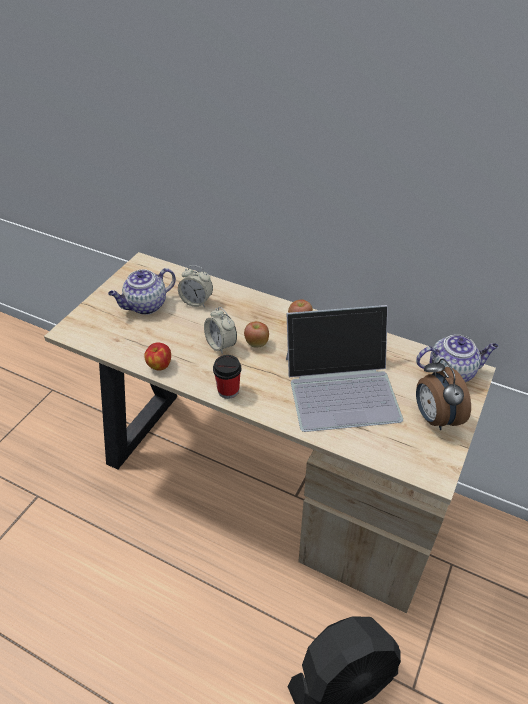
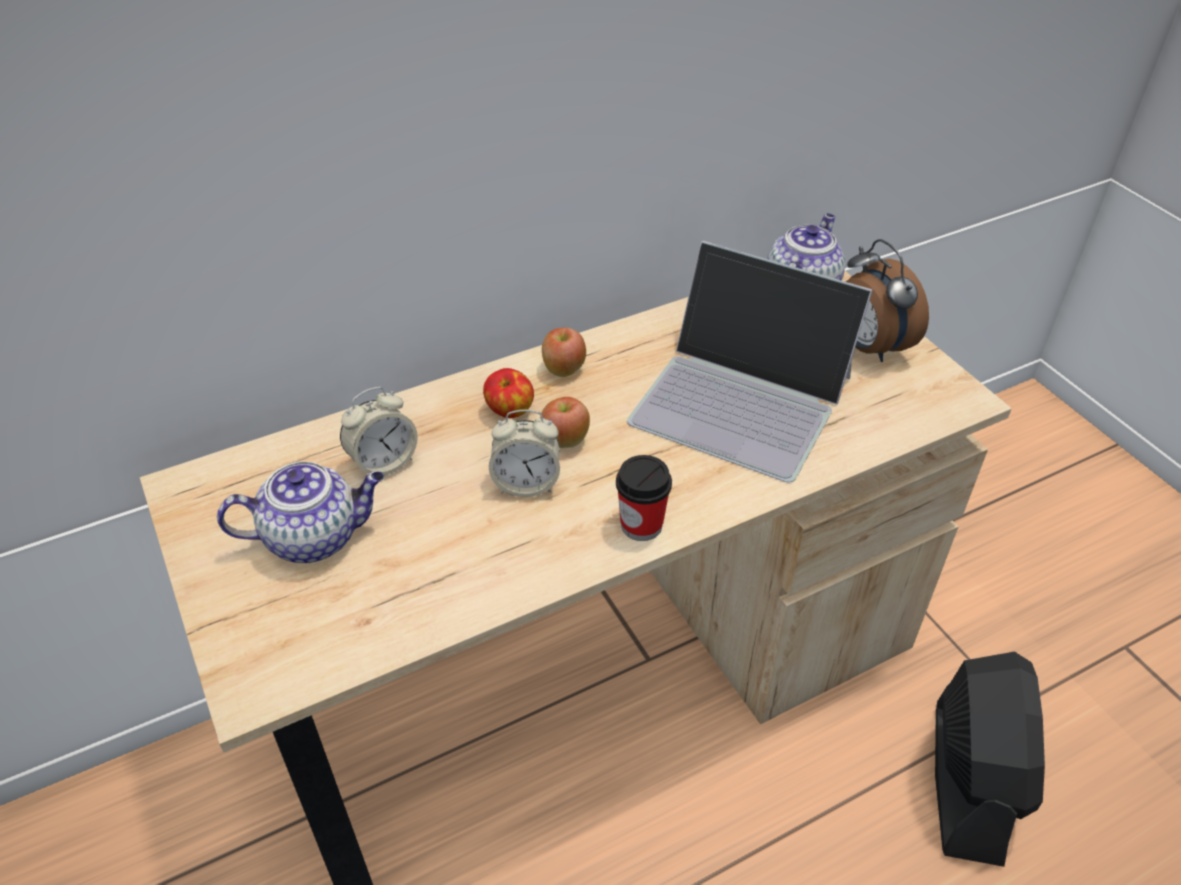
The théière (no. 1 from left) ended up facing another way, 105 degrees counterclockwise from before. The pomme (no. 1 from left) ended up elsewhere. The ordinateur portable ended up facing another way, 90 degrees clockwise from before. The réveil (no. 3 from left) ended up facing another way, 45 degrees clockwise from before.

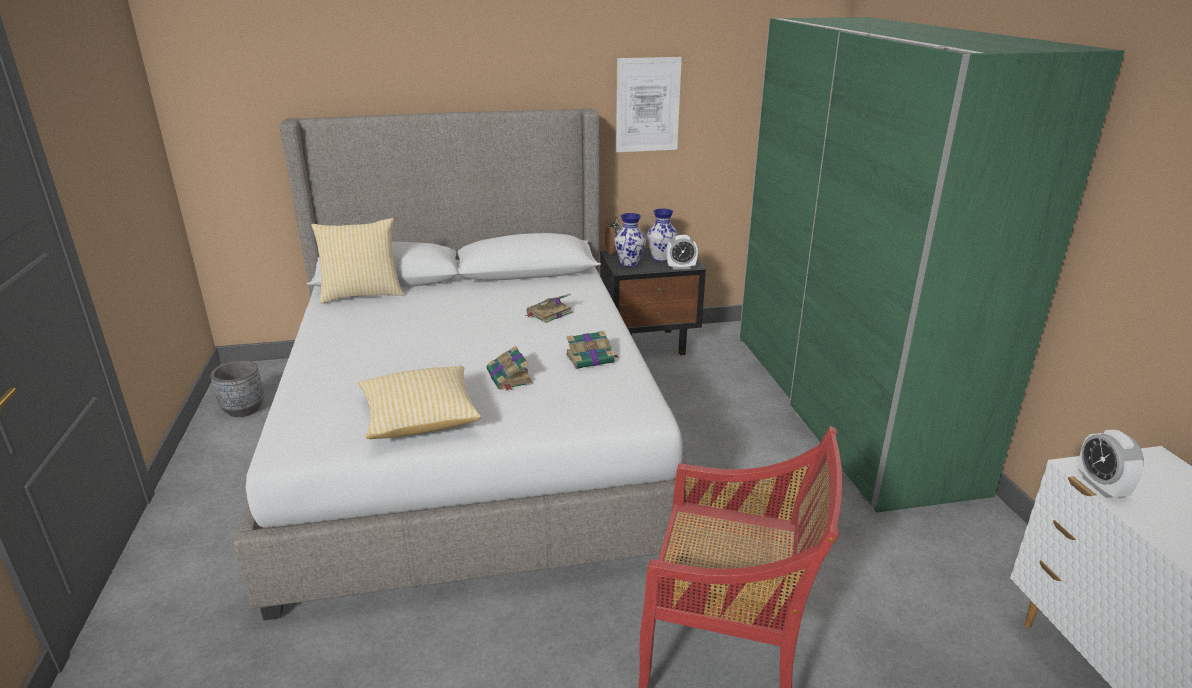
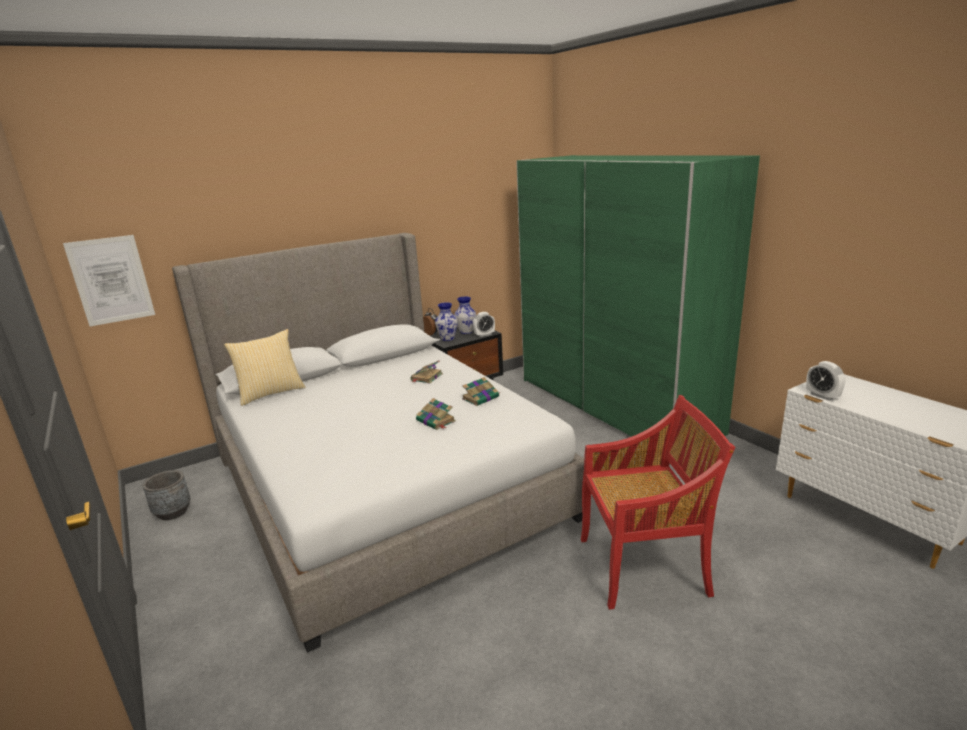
The second view lost the coussin (no. 2 from left). The tableau ended up elsewhere.

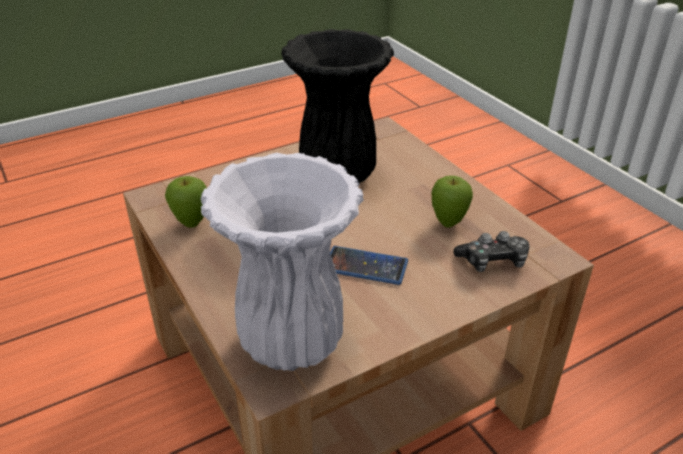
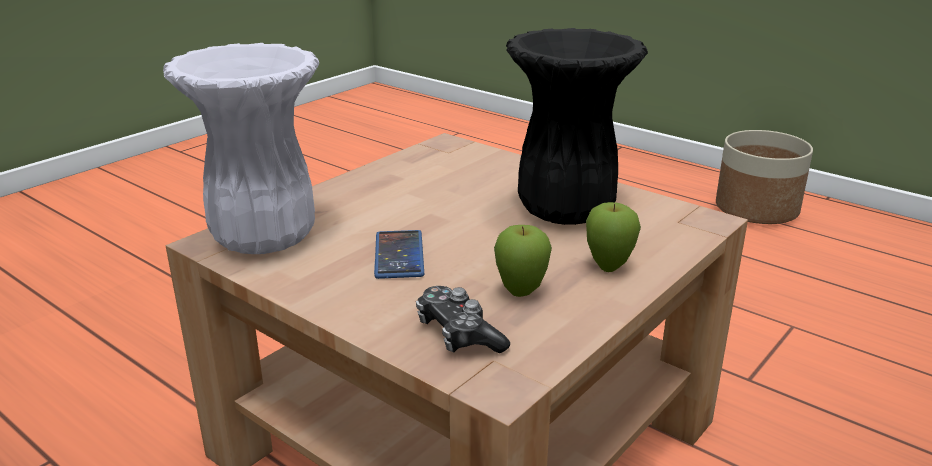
The pomme (no. 1 from left in the first image) ended up elsewhere. The second view gained the cache-pot.

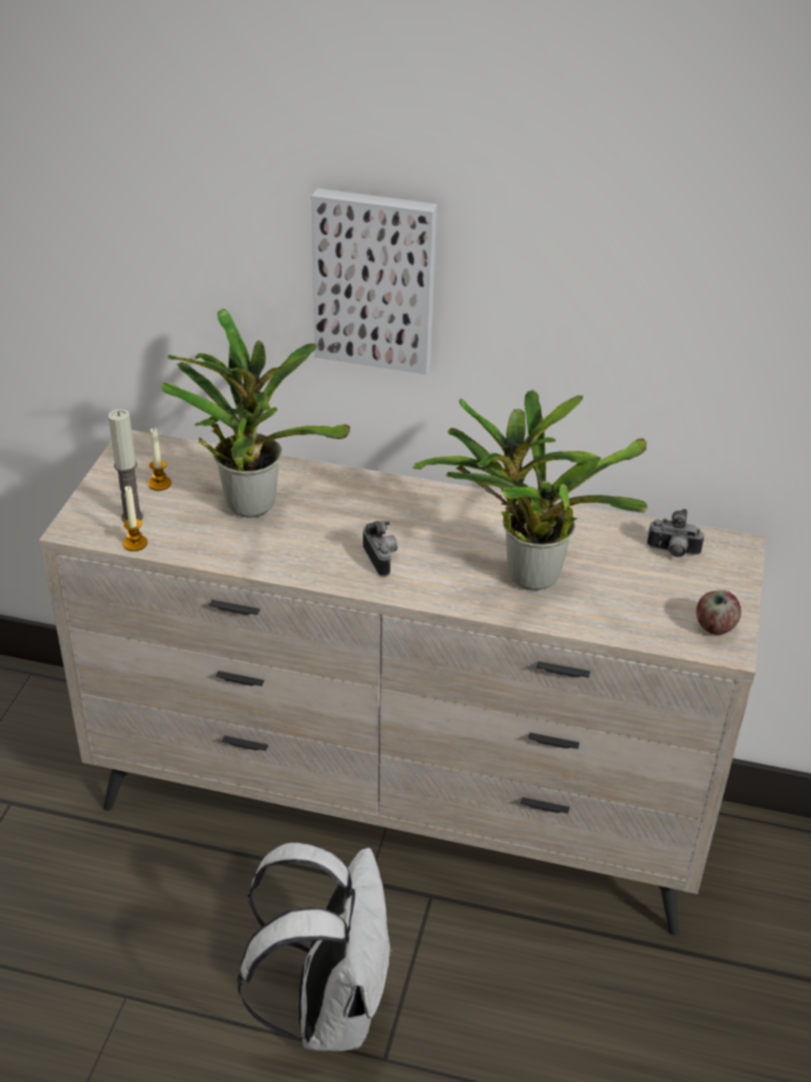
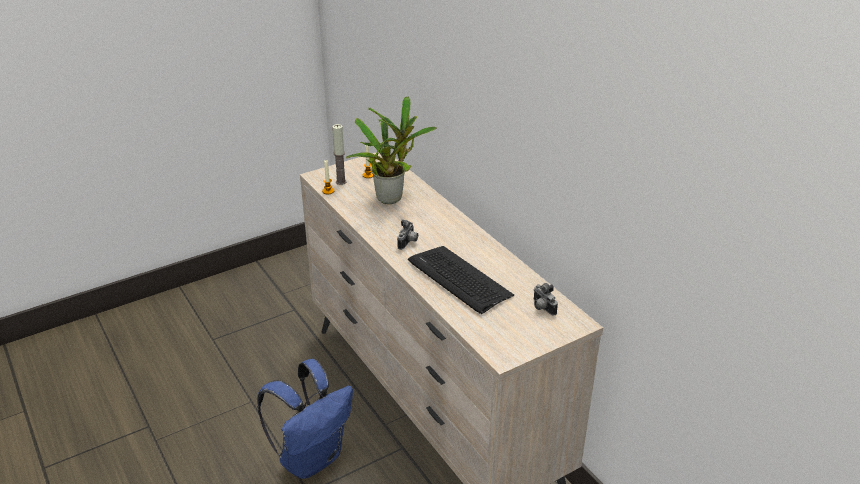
What was the sac à dos/blanc turned into the sac à dos/bleu. The second view lost the tableau. Where the plante en pot (no. 2 from left) stood, the clavier came to stand. The second view lost the pomme.

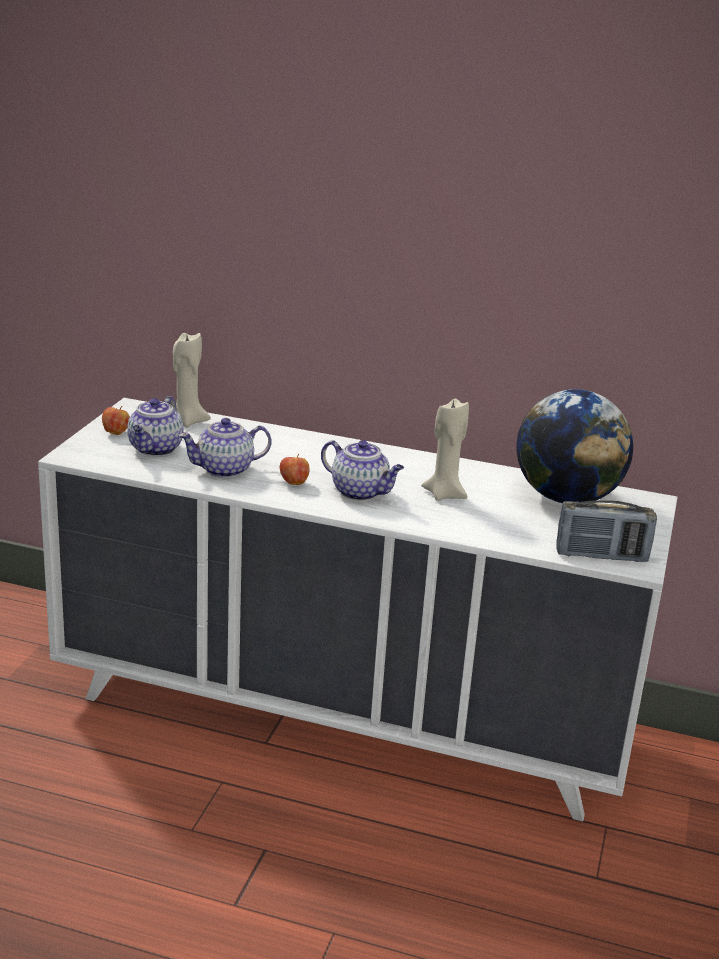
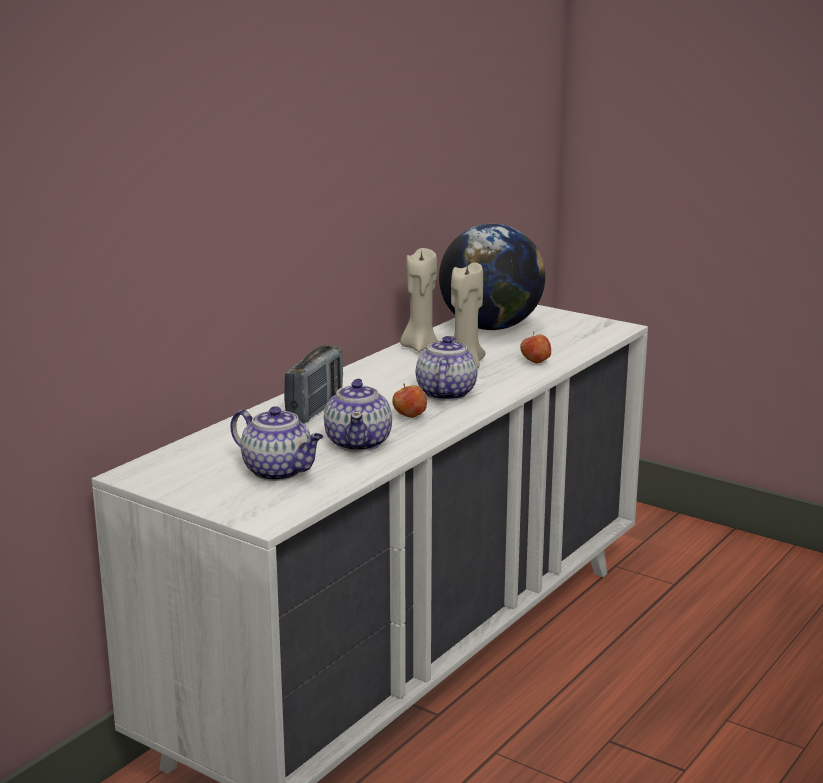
The pomme (no. 1 from left in the first image) ended up elsewhere. The bougie/beige (no. 1 from left) ended up elsewhere. The théière (no. 3 from left) ended up facing another way, 45 degrees counterclockwise from before. The radio ended up elsewhere.

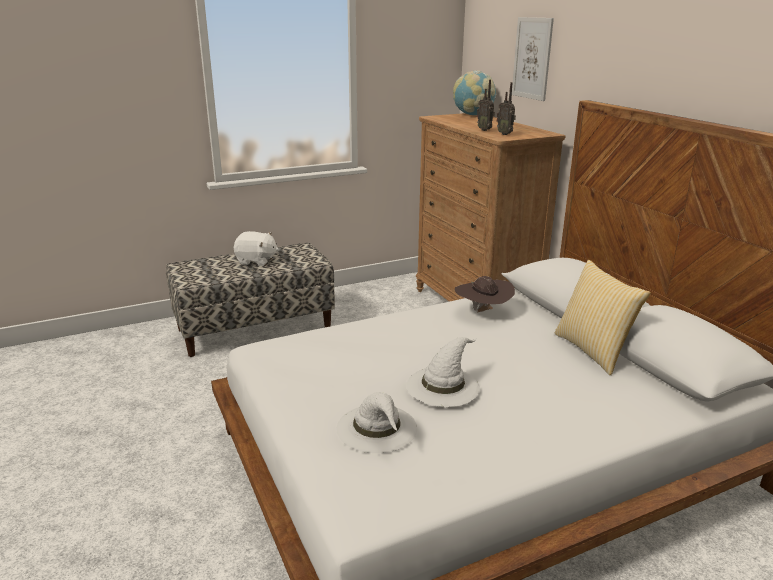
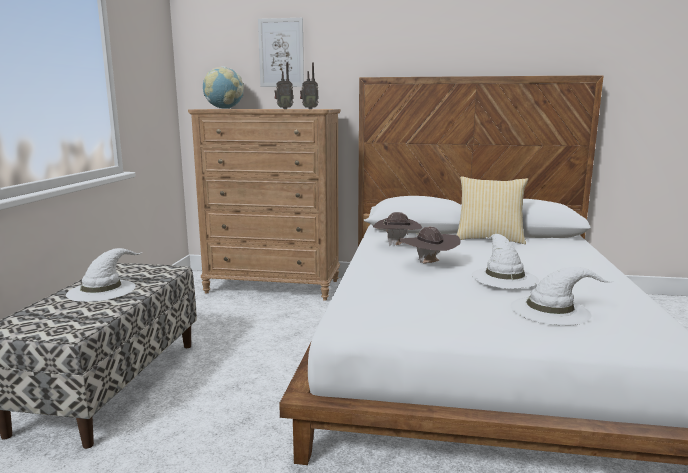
Where the peluche/blanc stood, the chapeau/blanc (no. 1 from left) came to stand. The second view gained the chapeau/marron (no. 2 from left).

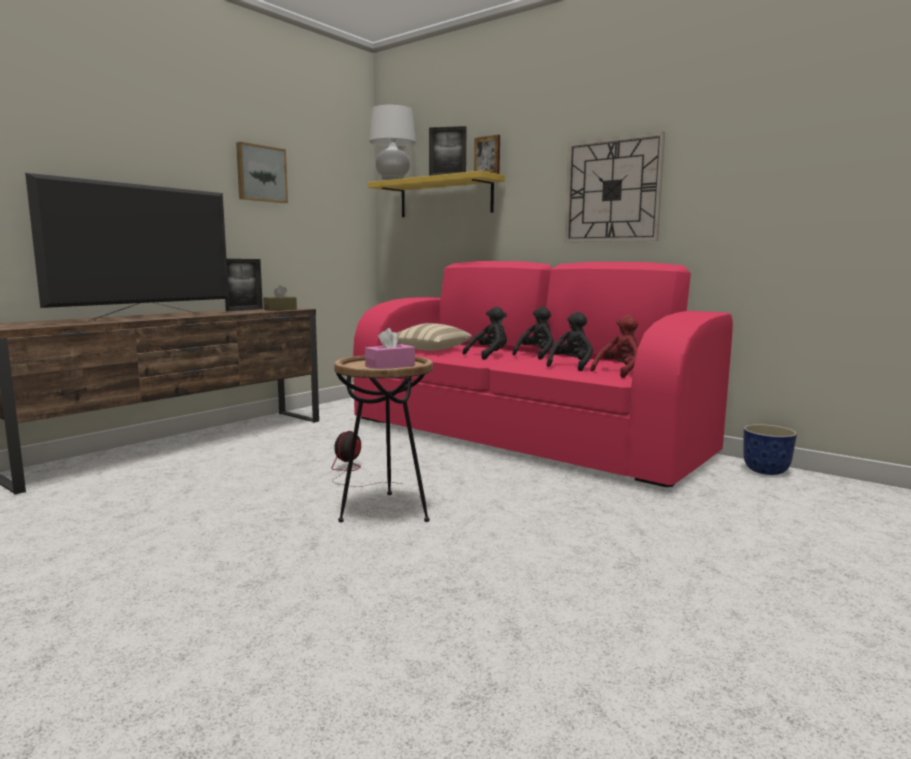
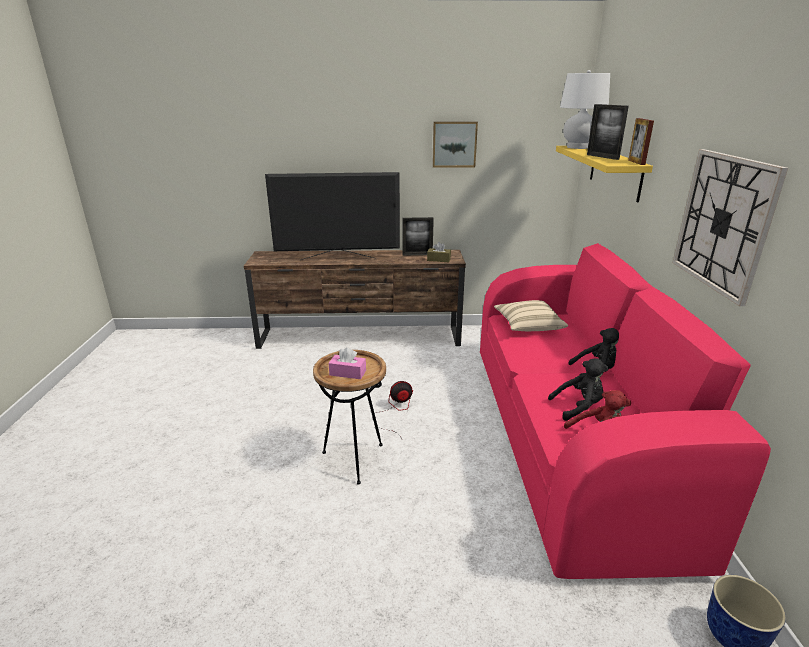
The second view lost the peluche/noir (no. 1 from left).

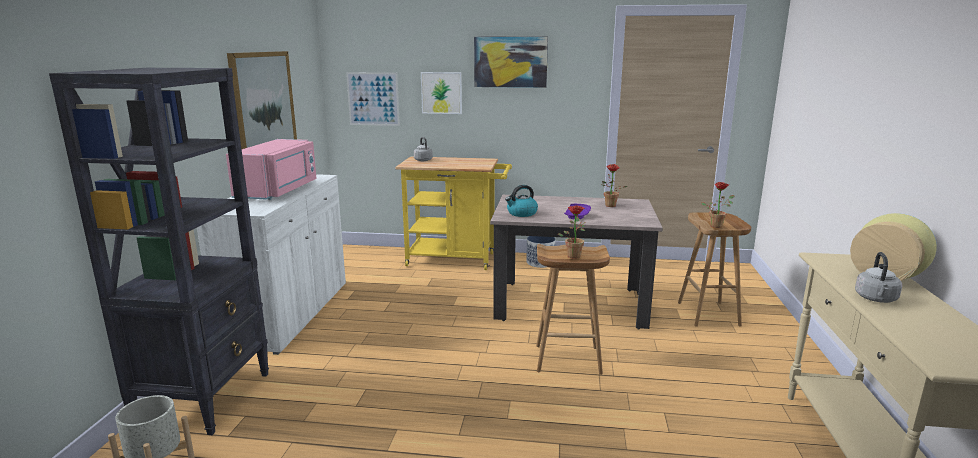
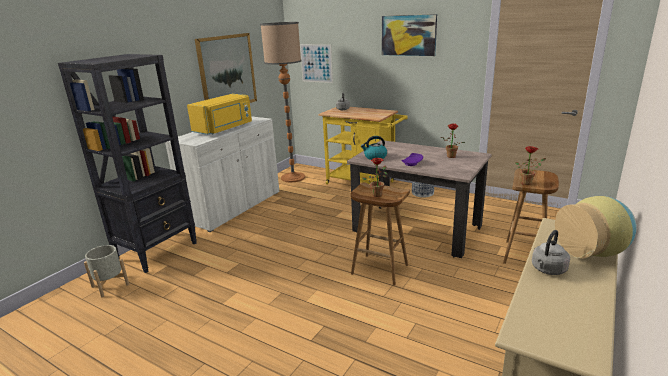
What was the micro-ondes/rose turned into the micro-ondes/jaune. The second view lost the tableau (no. 3 from left). The second view gained the lampadaire.

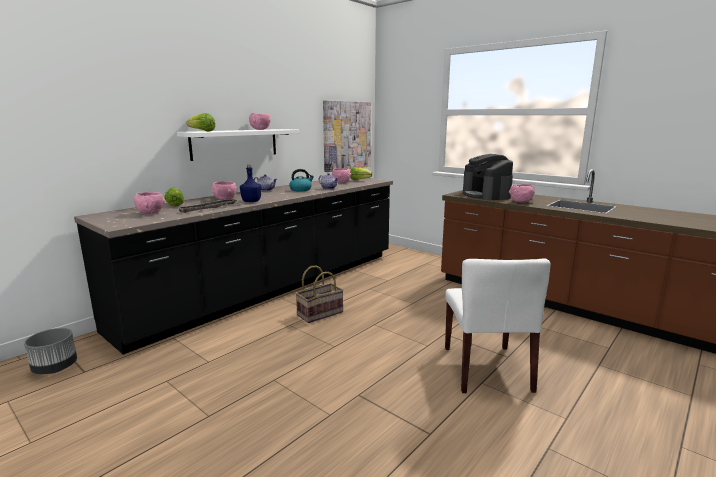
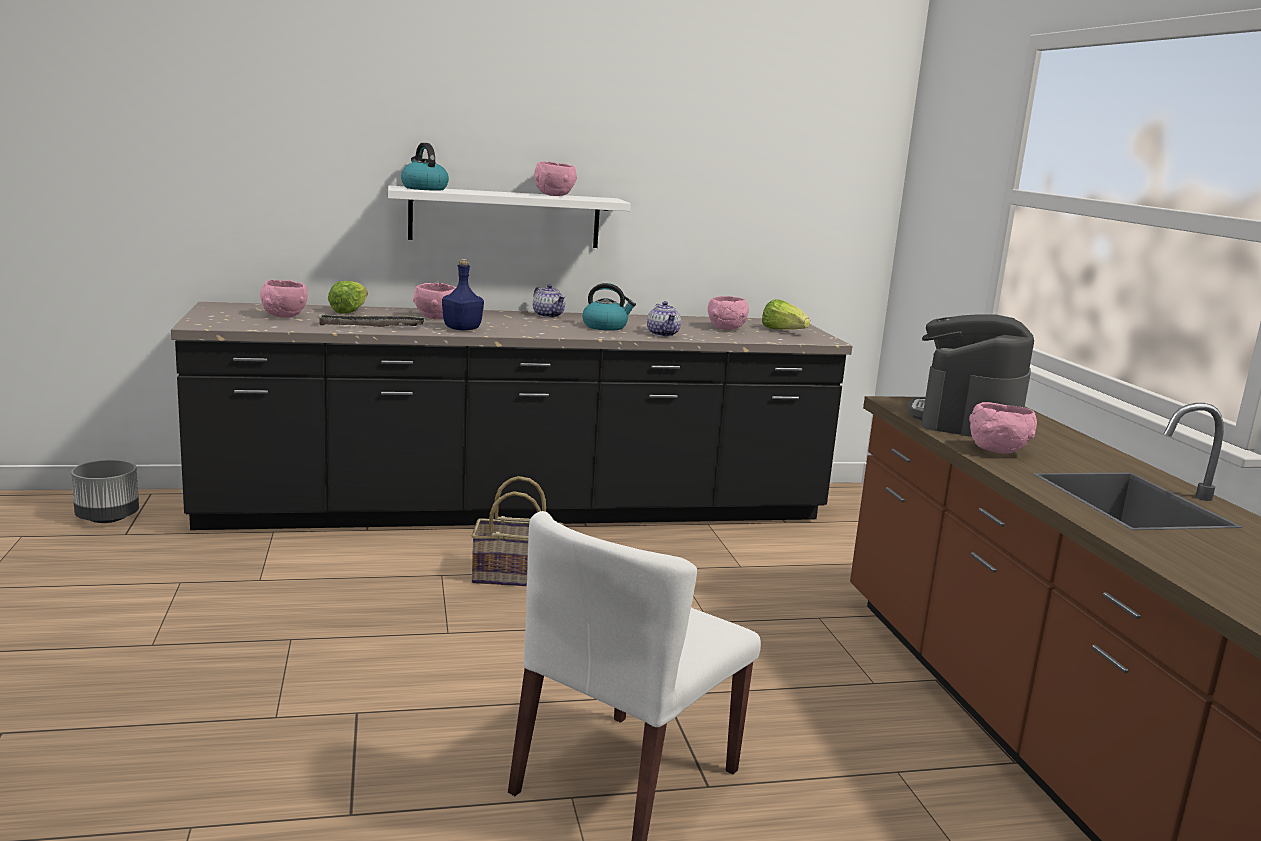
Where the laitue (no. 2 from left) stood, the bouilloire (no. 1 from left) came to stand. The second view lost the tableau.

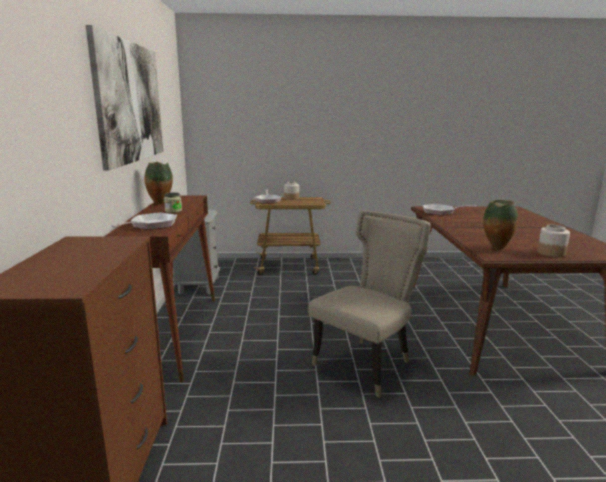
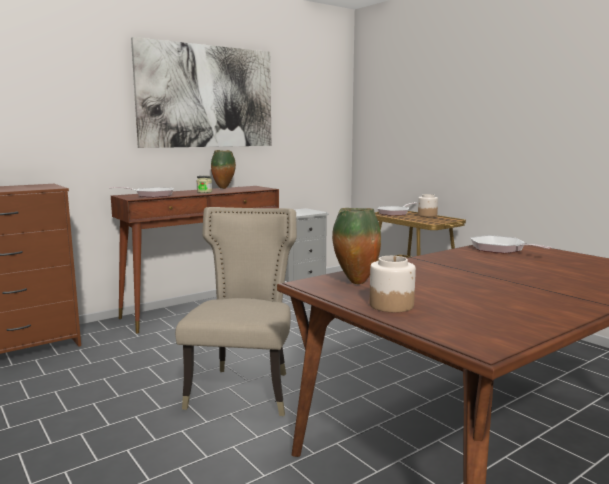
The chaise/beige ended up facing another way, 90 degrees counterclockwise from before.

